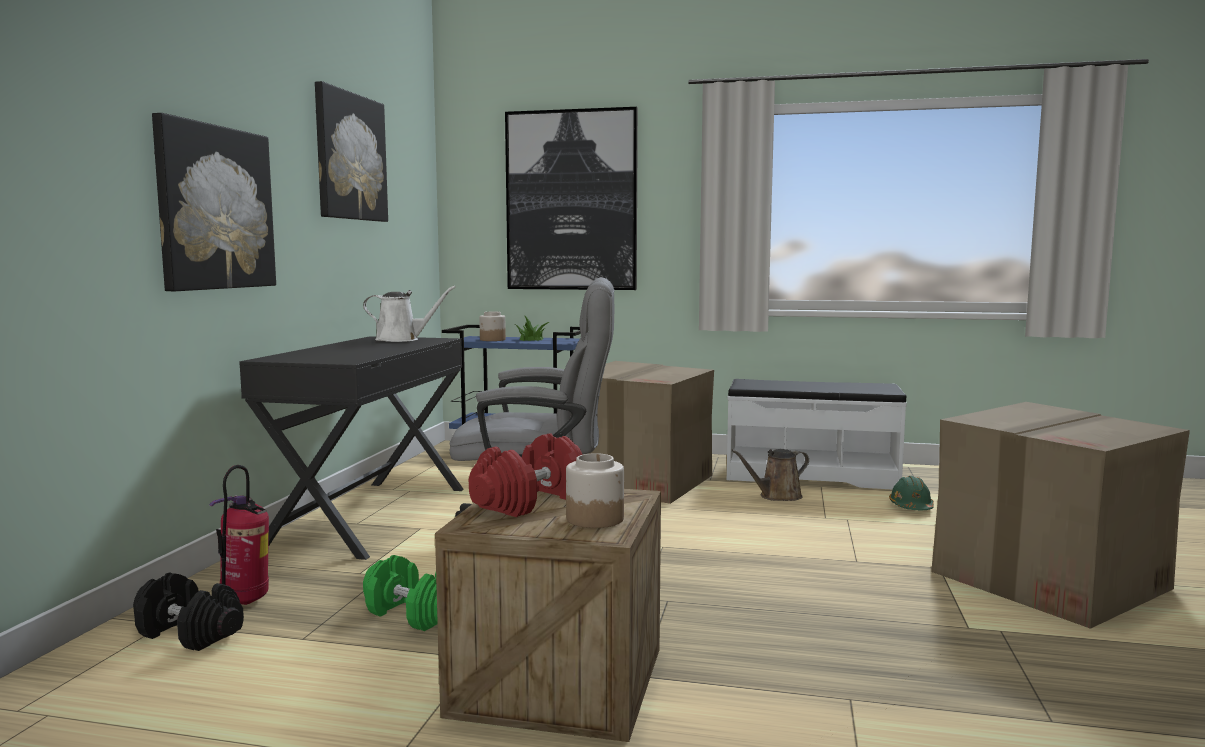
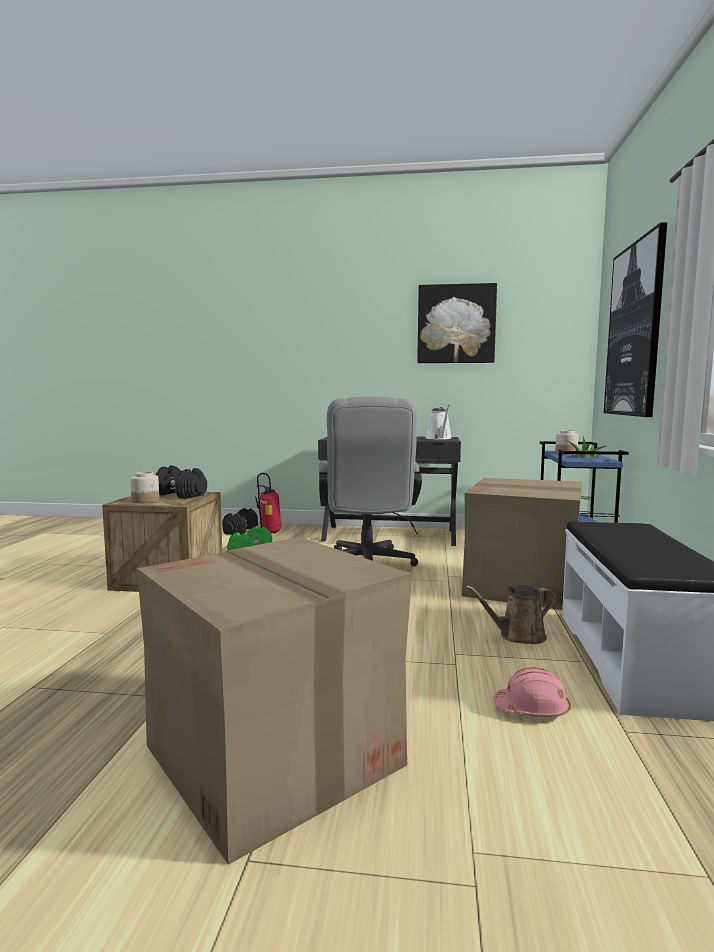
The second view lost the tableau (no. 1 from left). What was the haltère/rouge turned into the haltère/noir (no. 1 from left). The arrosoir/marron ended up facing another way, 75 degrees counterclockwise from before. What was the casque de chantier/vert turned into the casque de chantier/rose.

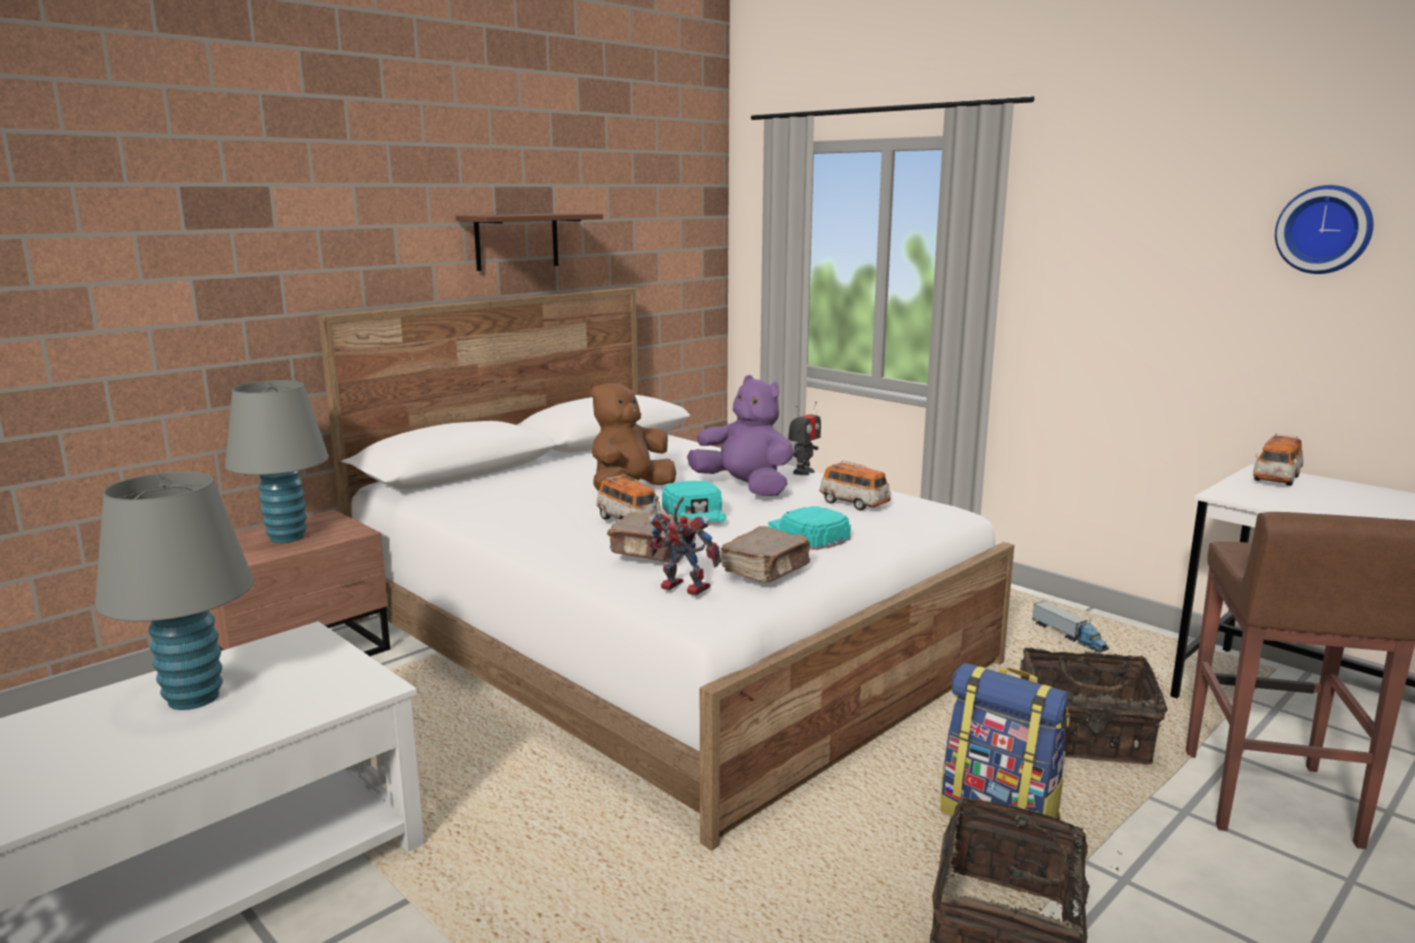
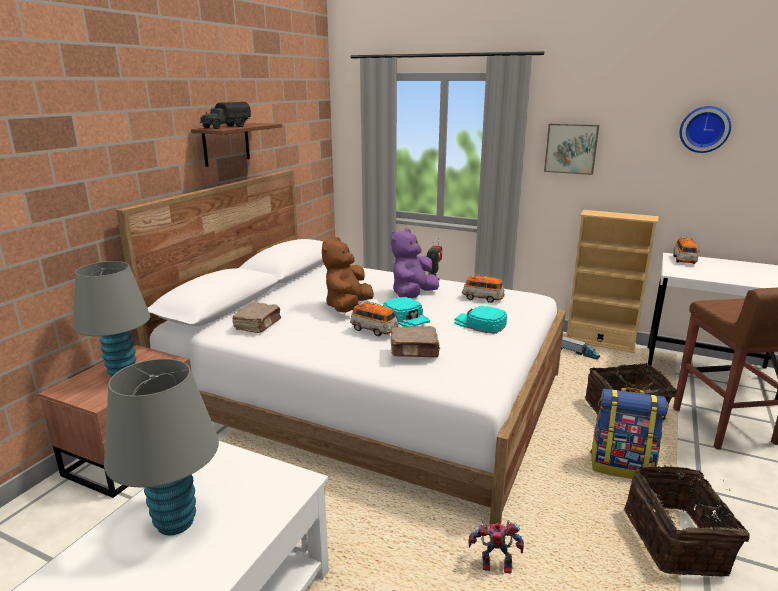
The robot jouet (no. 1 from left in the first image) ended up elsewhere. The peluche/violet ended up facing another way, 75 degrees counterclockwise from before. The livre/marron (no. 2 from left in the first image) ended up elsewhere. The second view gained the camion jouet (no. 1 from left). The second view gained the tableau. The second view gained the bibliothèque/beige.

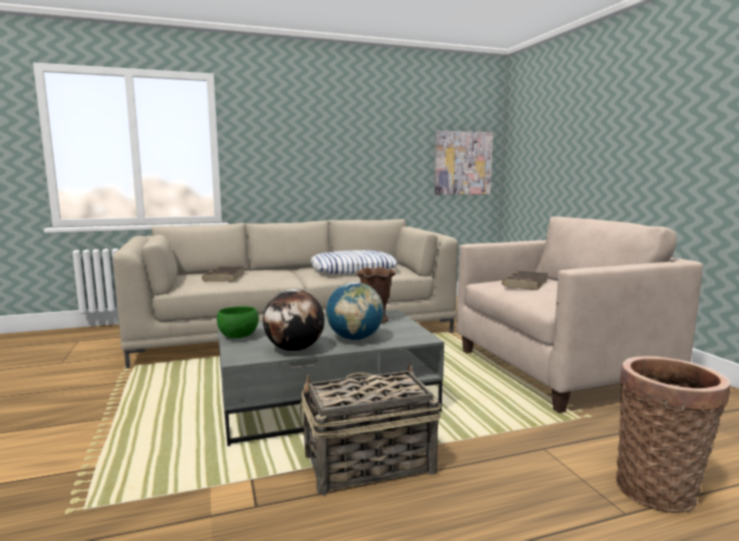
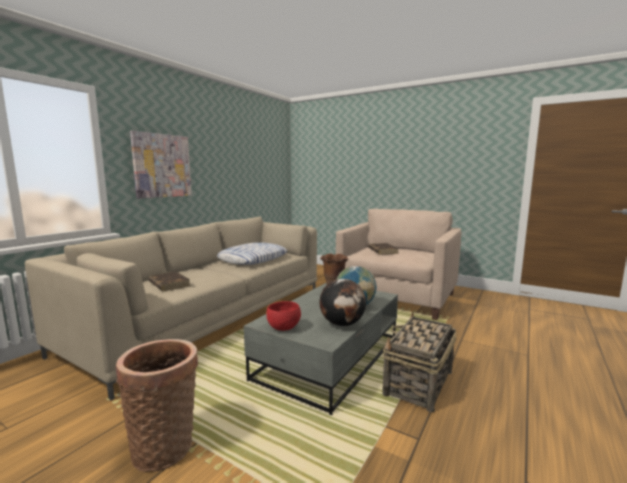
What was the bol/vert turned into the bol/rouge. The tableau ended up elsewhere. The panier (no. 2 from left in the first image) ended up elsewhere.

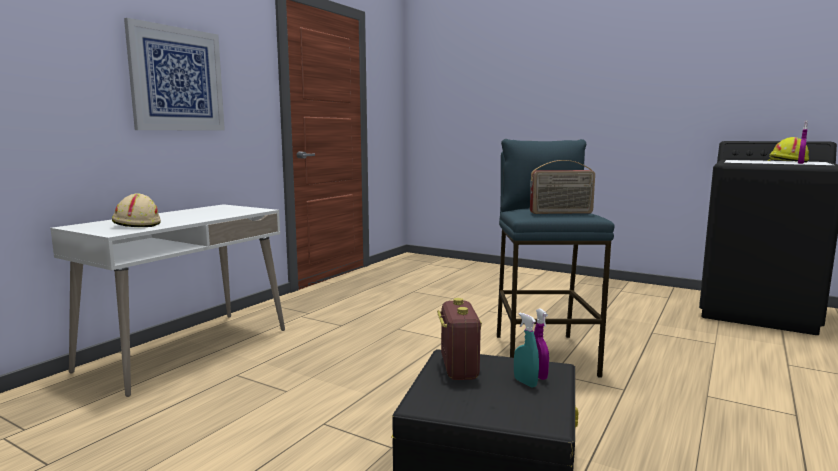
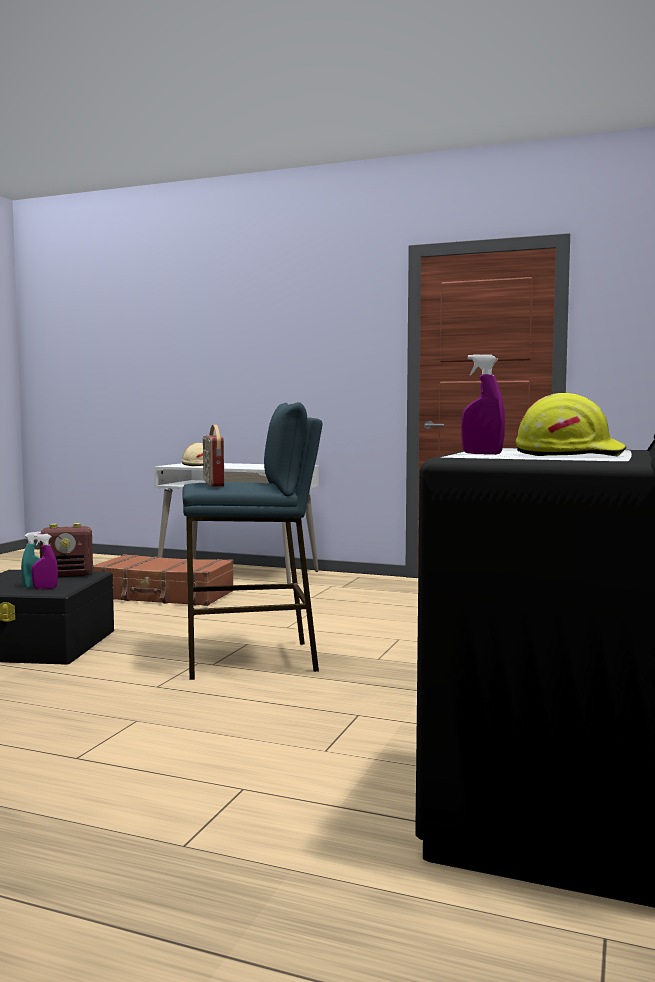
The second view lost the tableau. The second view gained the valise/marron.

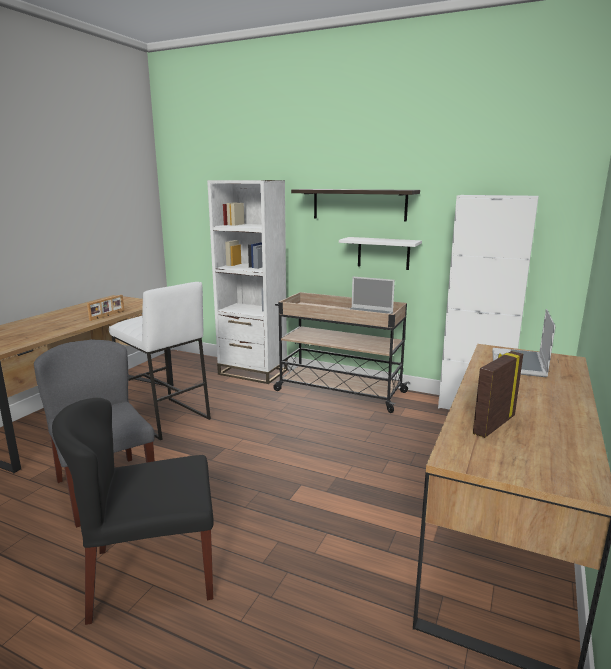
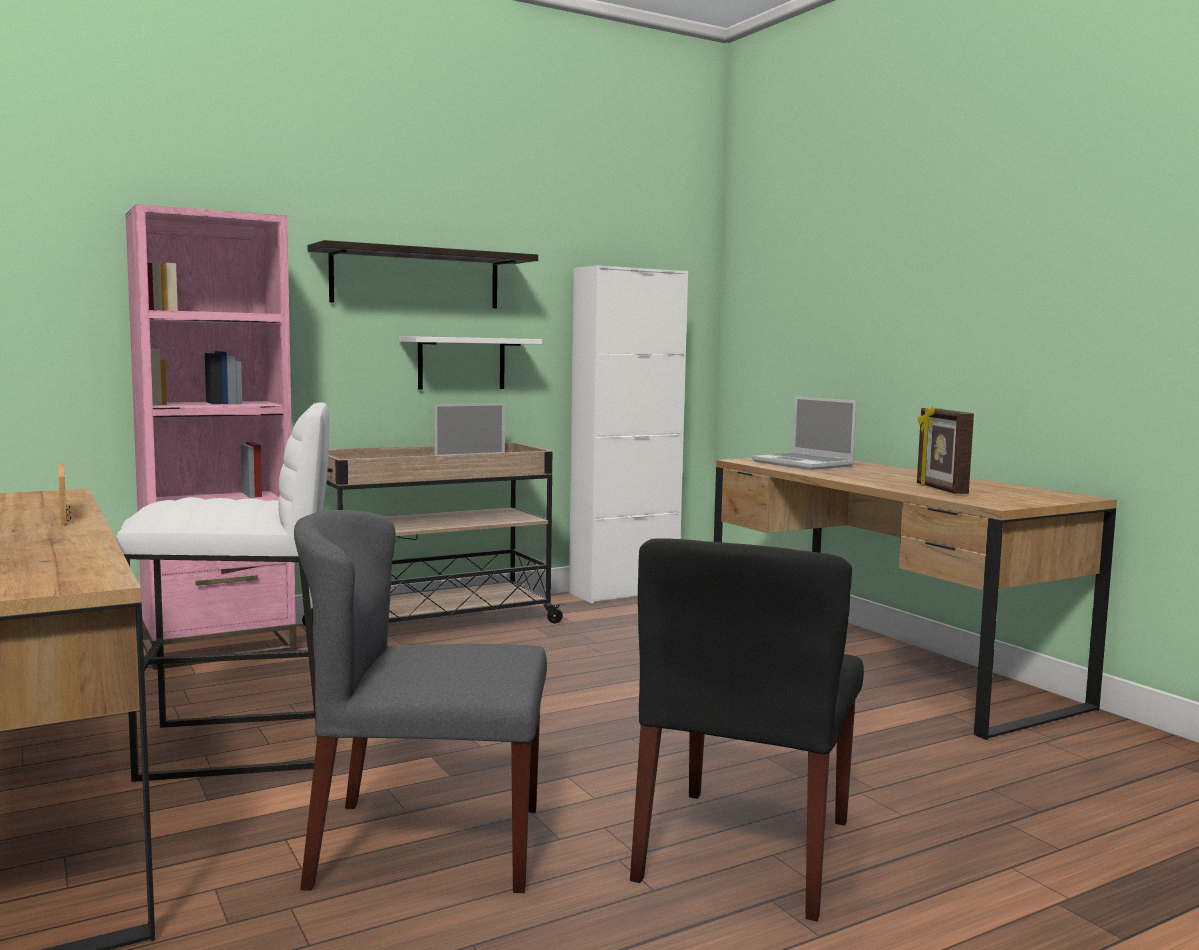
What was the bibliothèque/blanc turned into the bibliothèque/rose.

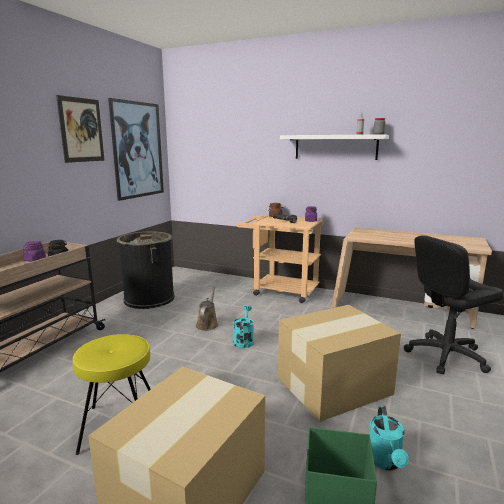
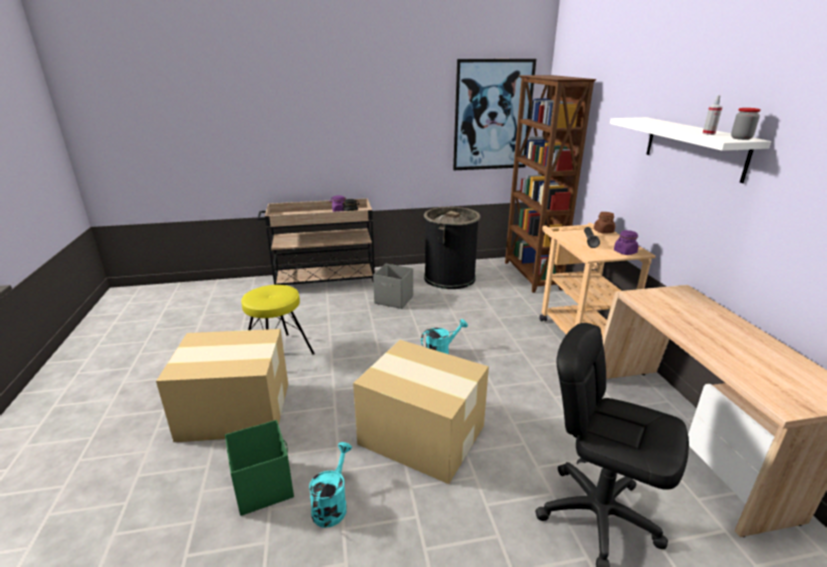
The second view lost the tableau (no. 1 from left). The second view lost the arrosoir/marron. The arrosoir/turquoise (no. 2 from left in the first image) ended up facing another way, 135 degrees clockwise from before. The second view gained the boîte de rangement/gris. The second view gained the bibliothèque/marron.

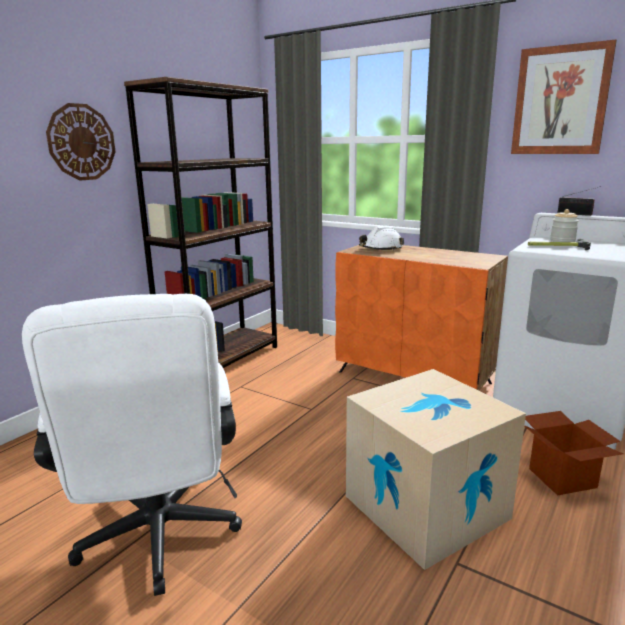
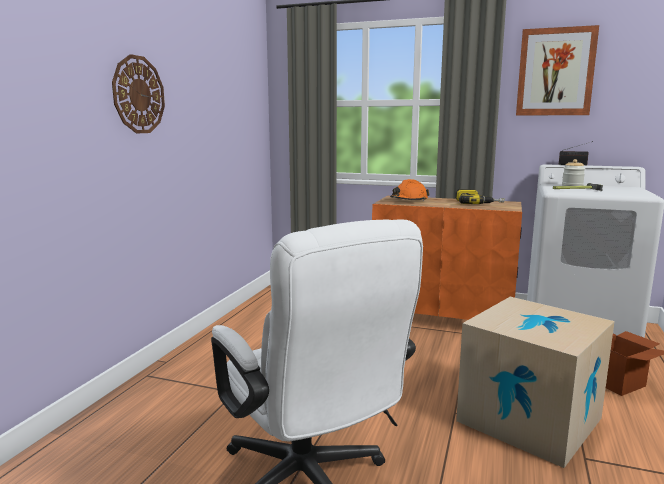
The second view lost the bibliothèque/marron. What was the casque de chantier/blanc turned into the casque de chantier/orange. The second view gained the perceuse.

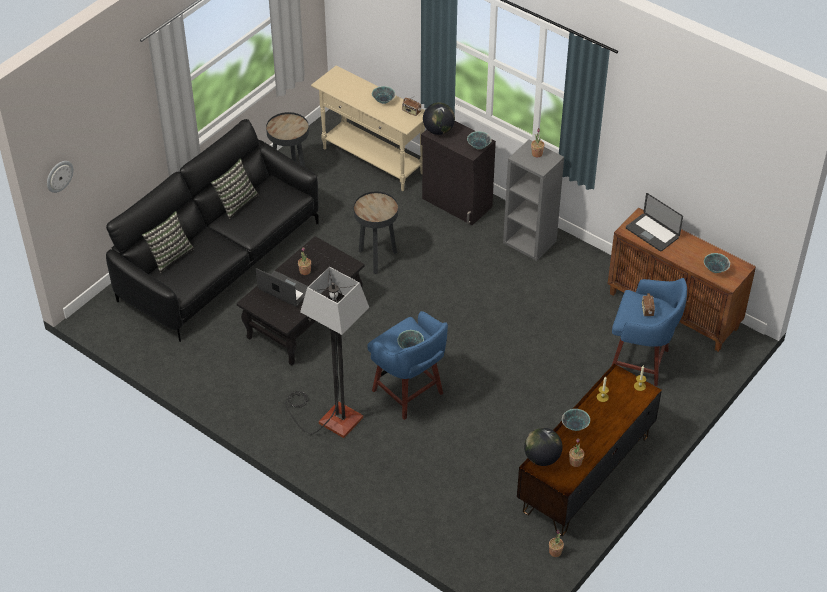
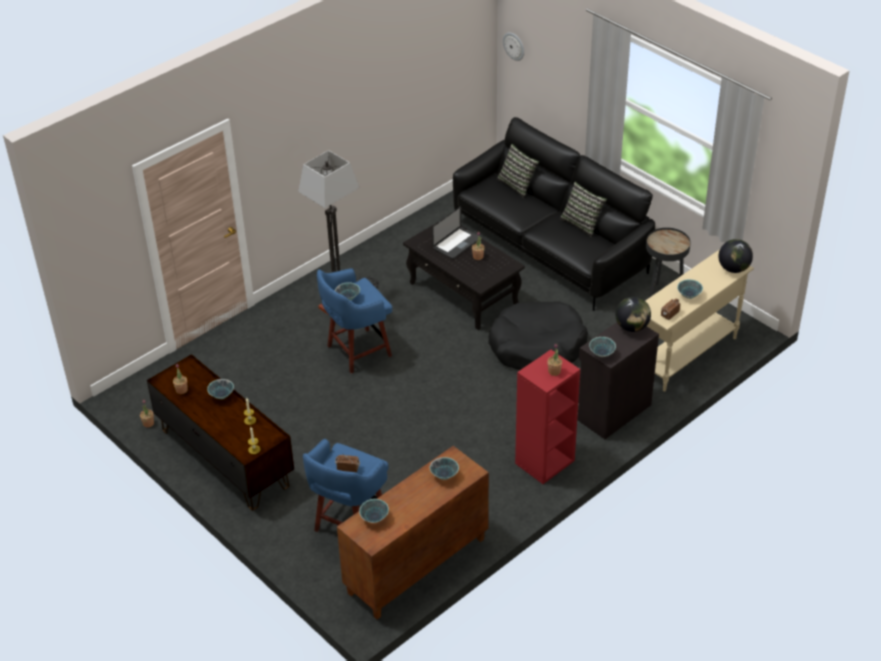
Where the table d'appoint/noir (no. 2 from left) stood, the panier pour chien/noir came to stand. What was the bibliothèque/gris turned into the bibliothèque/rouge. The globe (no. 2 from left) ended up elsewhere. Where the ordinateur portable (no. 2 from left) stood, the bol (no. 4 from left) came to stand.

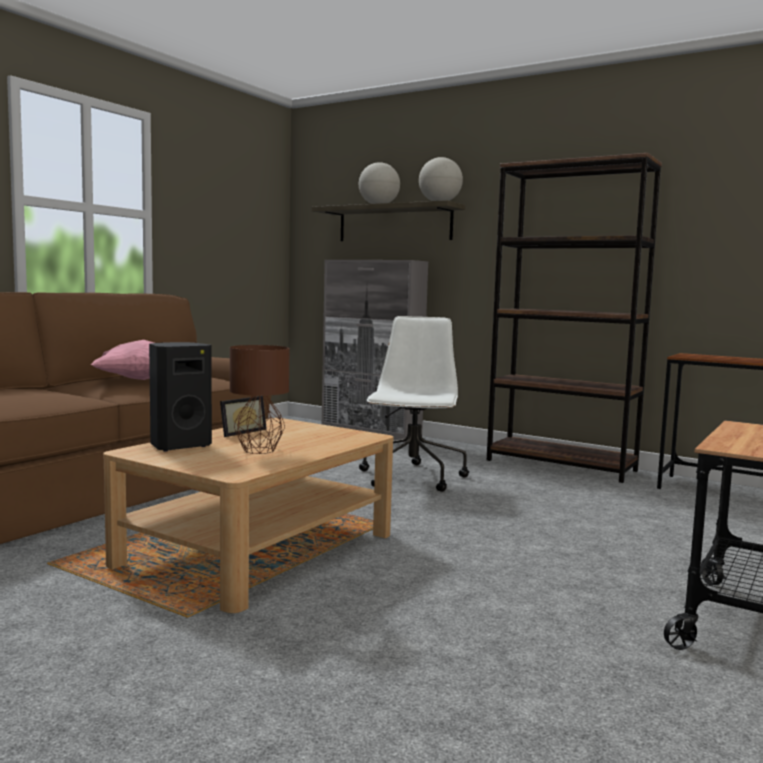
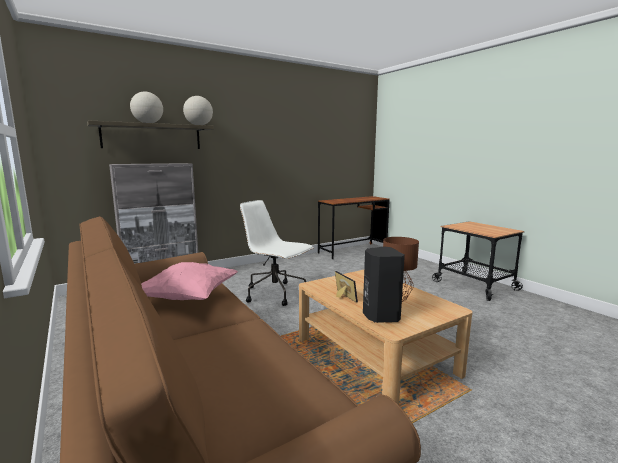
The second view lost the bibliothèque/marron.

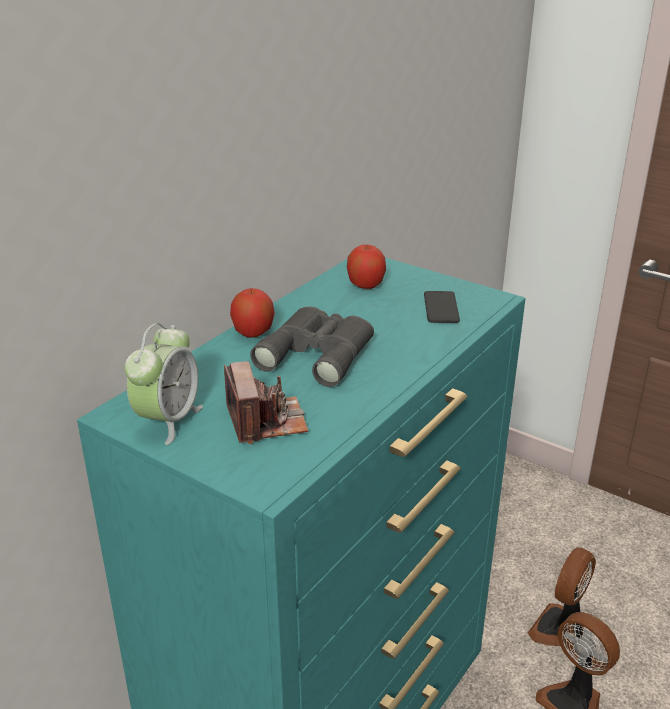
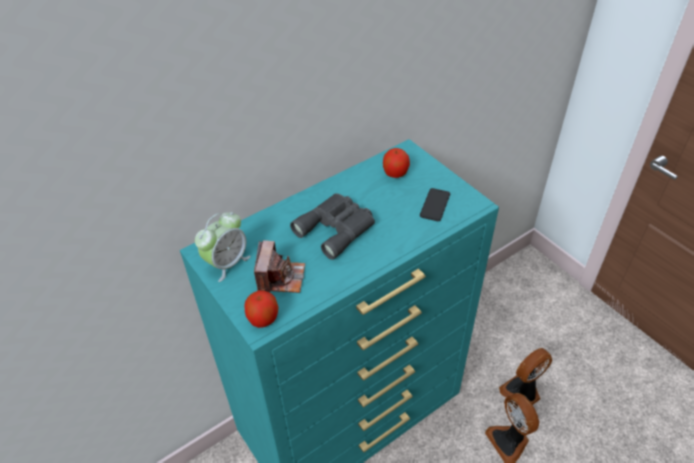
The pomme (no. 1 from left) ended up elsewhere.

